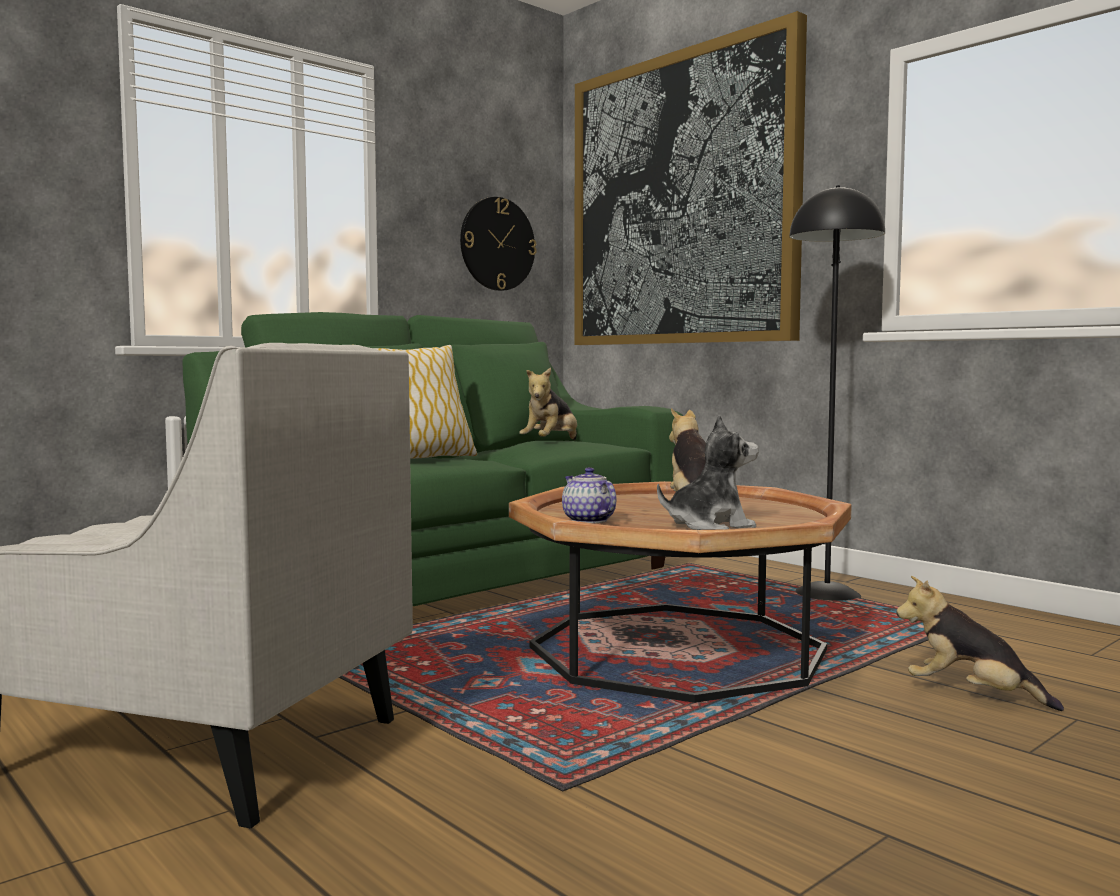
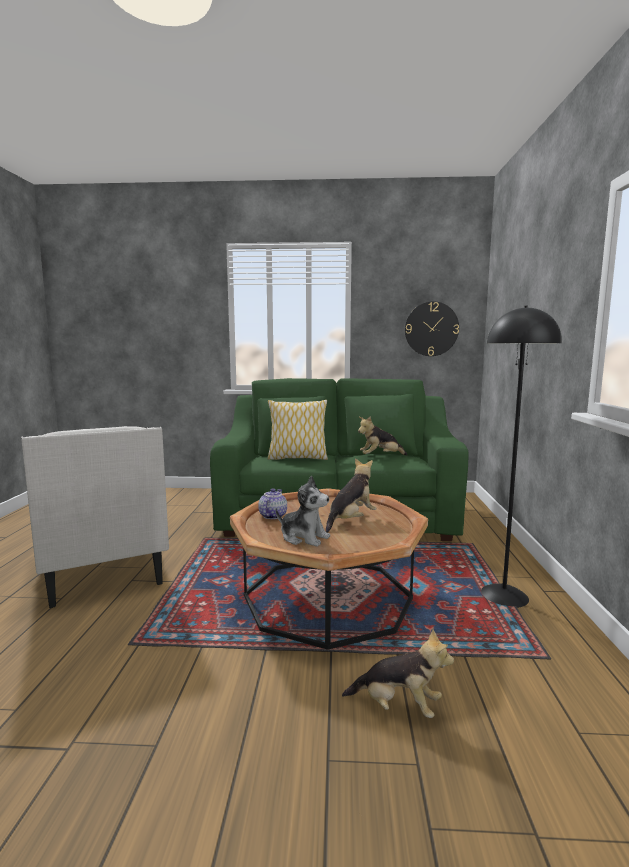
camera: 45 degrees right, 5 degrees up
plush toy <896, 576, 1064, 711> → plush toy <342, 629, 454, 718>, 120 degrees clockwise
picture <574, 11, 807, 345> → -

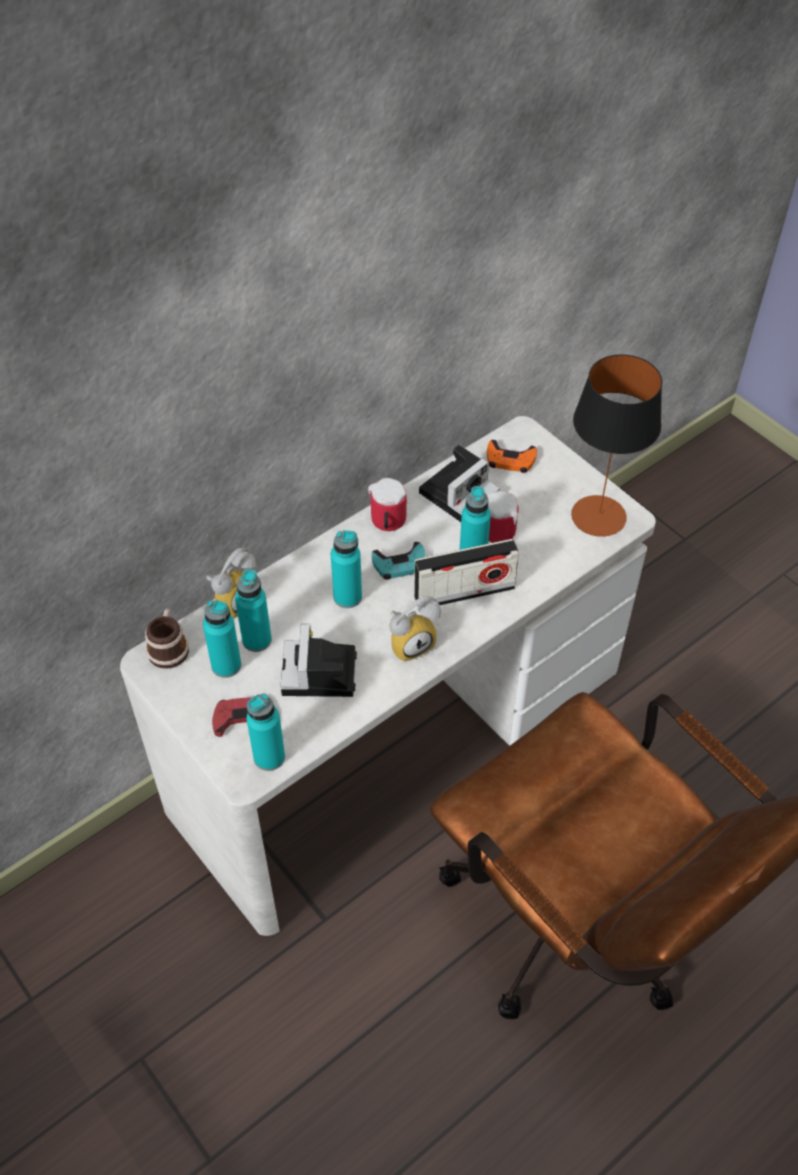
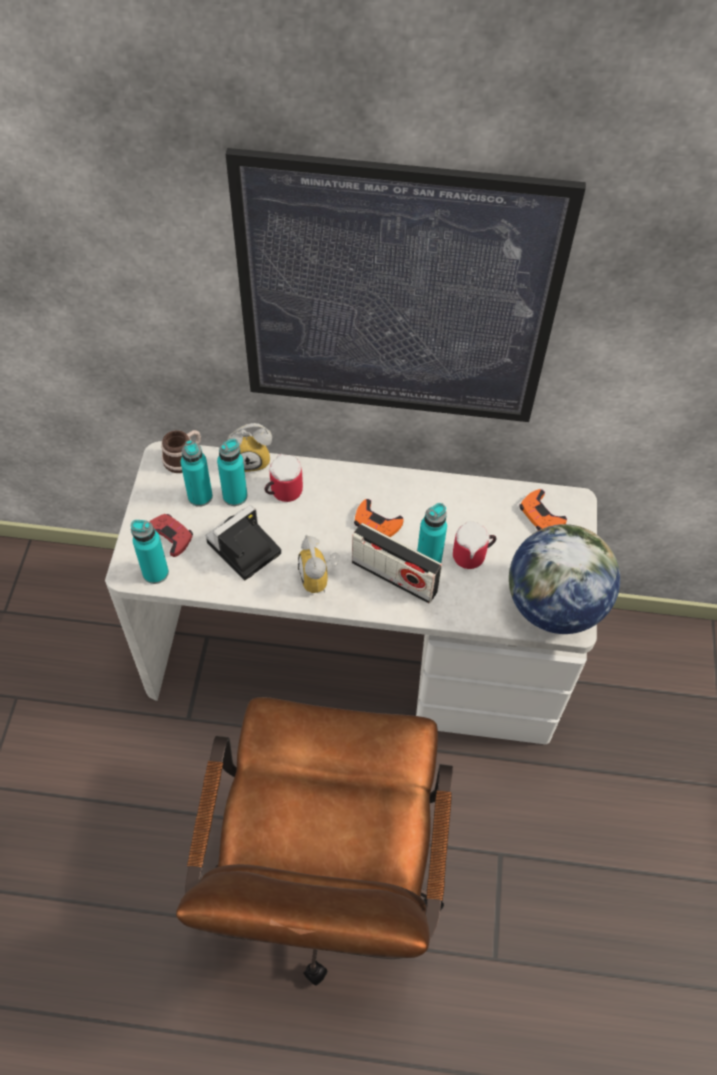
camera: 45 degrees right, 5 degrees up
- → picture <226, 148, 586, 422>
mug <368, 478, 407, 531> → mug <265, 454, 303, 502>, moved
alarm clock <390, 596, 441, 662> → alarm clock <298, 535, 340, 593>, 60 degrees clockwise
game controller (turquoise) <372, 542, 425, 580> → game controller (orange) <354, 499, 404, 537>
table lamp <571, 354, 662, 537> → globe <509, 524, 620, 634>
bottle (turquoise) <331, 530, 362, 608> → -
photo camera <419, 445, 500, 522> → -

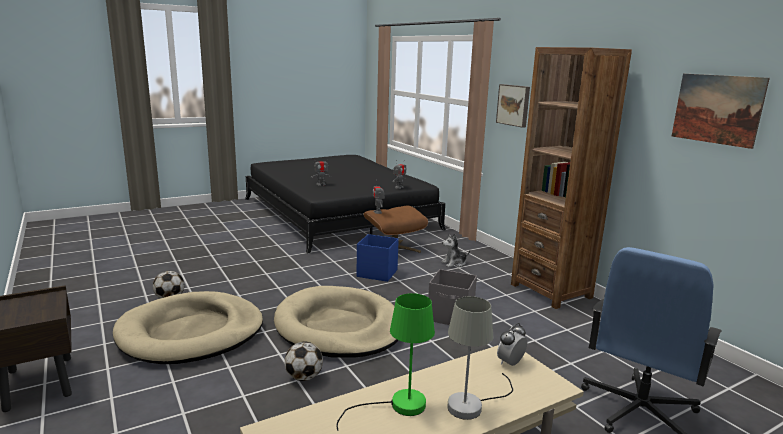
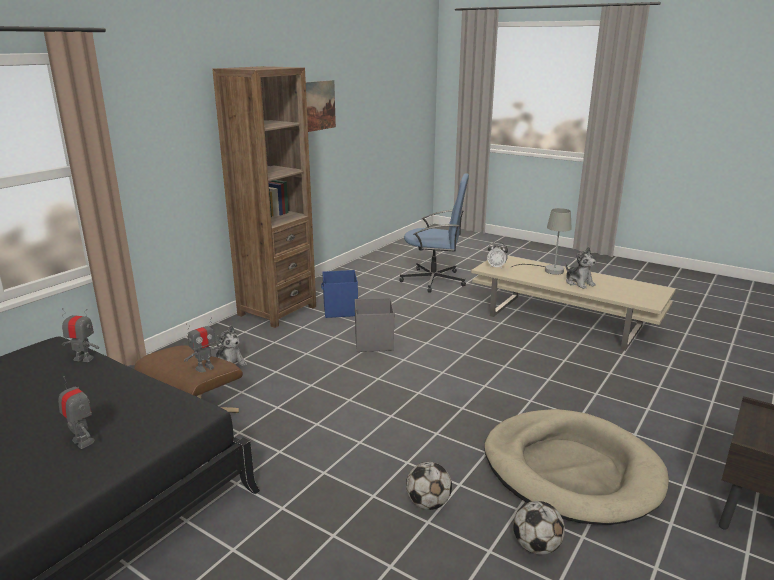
camera: 115 degrees left, 5 degrees up
storage box (blue) <357, 234, 399, 282> → storage box (blue) <321, 270, 358, 318>, moved
football <285, 342, 323, 381> → football <406, 462, 452, 510>, moved
table lamp (green) <337, 293, 435, 431> → plush toy <566, 247, 596, 289>
dog bed (beige) <274, 286, 398, 358> → -
picture <496, 84, 530, 128> → -

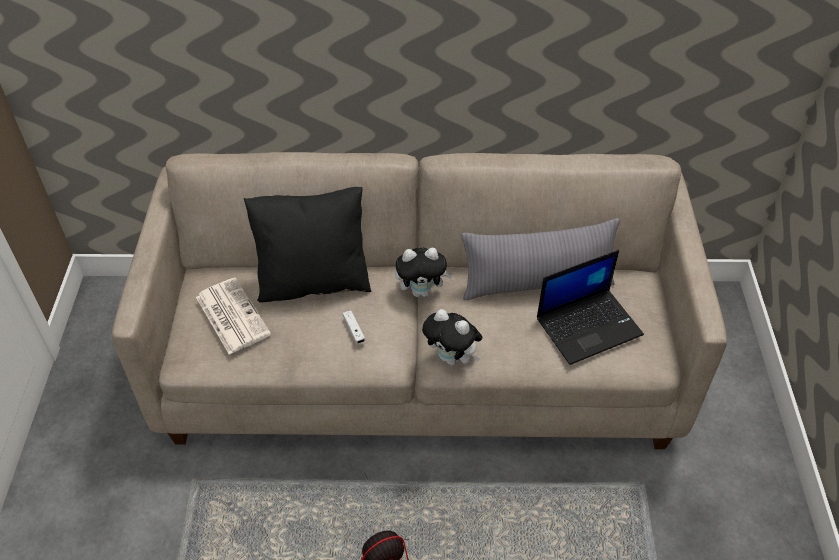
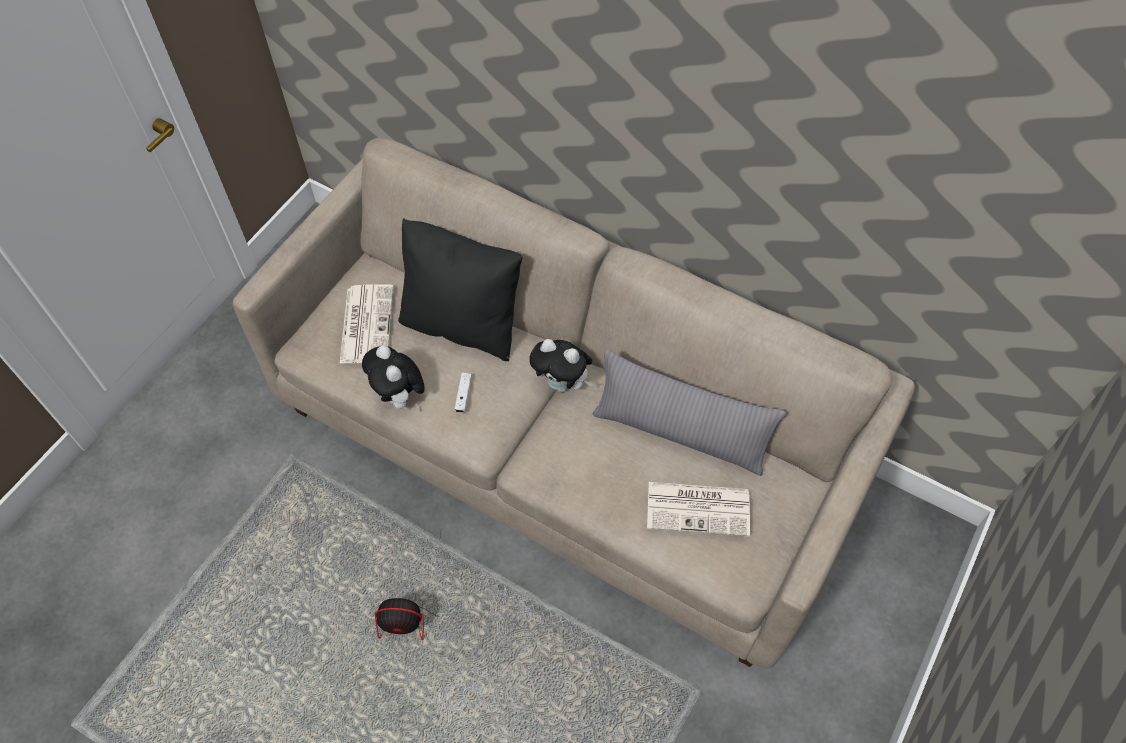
camera: 30 degrees right, 10 degrees up
plush toy <422, 309, 482, 366> → plush toy <362, 345, 425, 412>, moved
laptop <537, 250, 644, 365> → newspaper <647, 482, 750, 537>

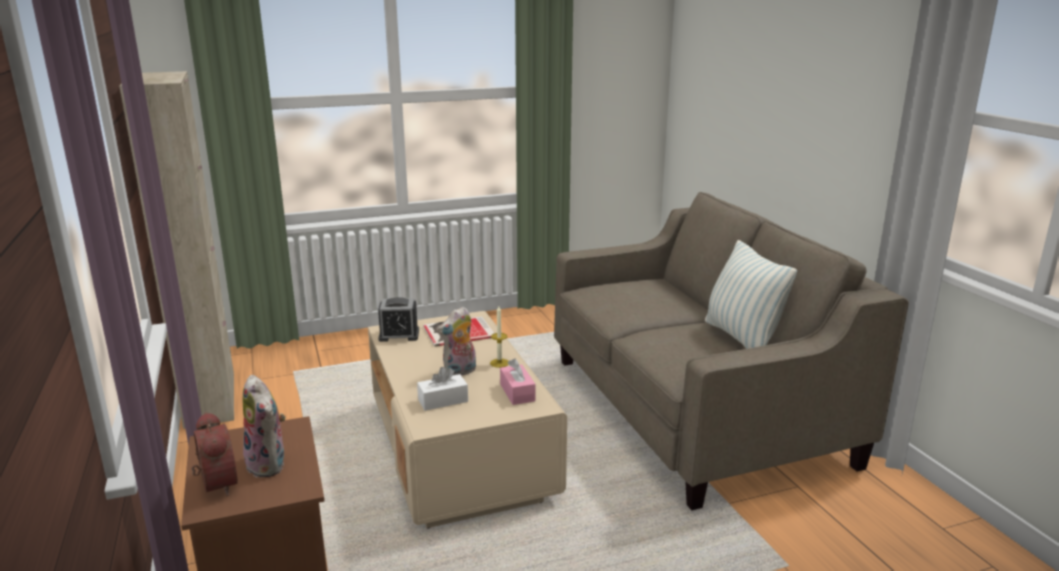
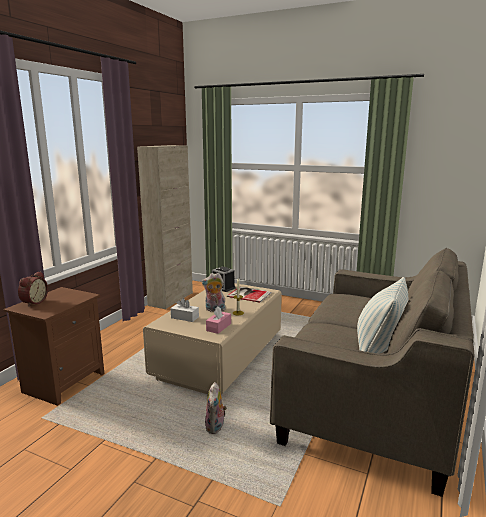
camera: 45 degrees right, 5 degrees down
plush toy <243, 375, 285, 478> → plush toy <205, 382, 227, 434>, moved

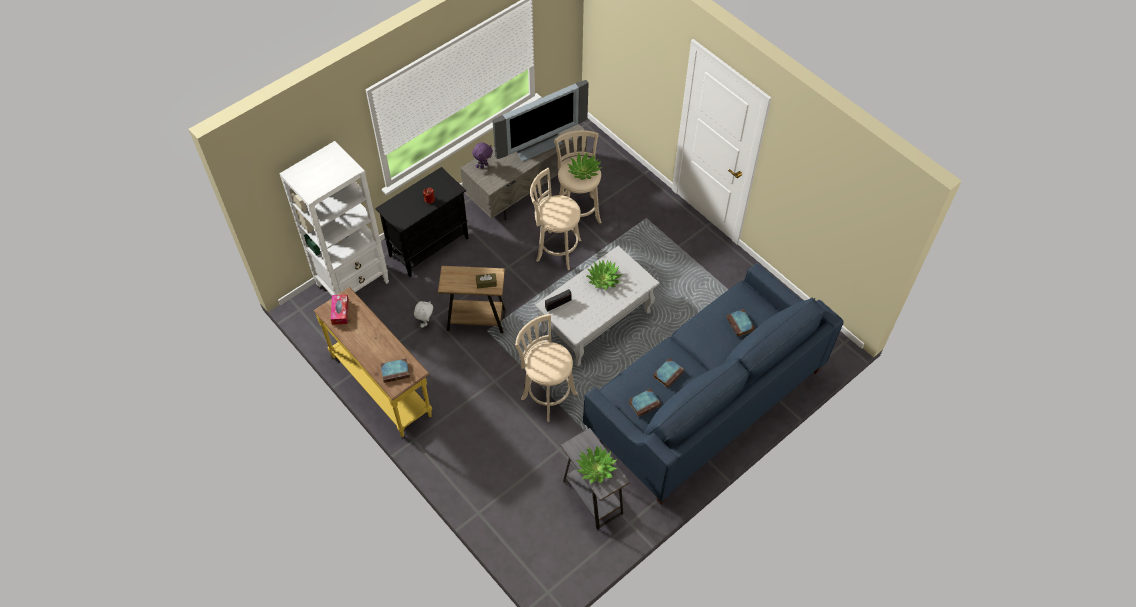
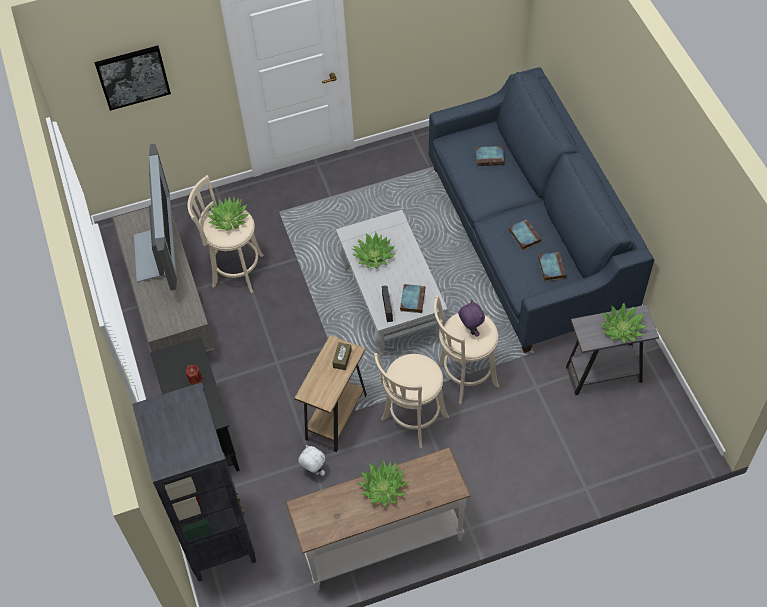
camera: 65 degrees left, 0 degrees up
- → picture <94, 46, 171, 111>
bookcase (white) <279, 141, 389, 295> → bookcase (black) <132, 382, 256, 582>
console table (yellow) <313, 287, 432, 437> → console table (white) <285, 447, 471, 591>
- → potted plant <358, 460, 409, 506>
stool (beige) <530, 168, 582, 270> → stool (beige) <374, 353, 449, 448>, moved
book <380, 358, 410, 383> → book <400, 284, 425, 313>, moved
plush toy (purple) <472, 142, 493, 169> → plush toy (purple) <458, 300, 485, 337>, moved
tissue box <331, 294, 349, 325> → -

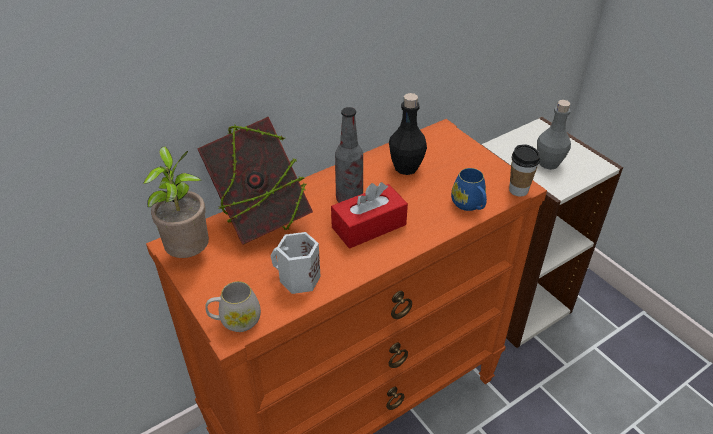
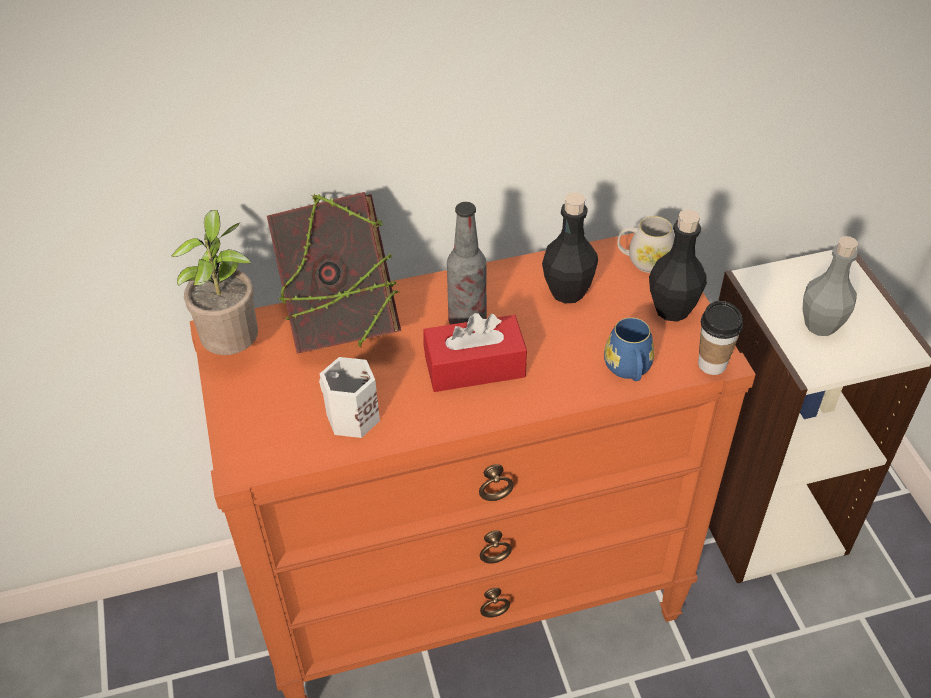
camera: 20 degrees right, 5 degrees up
mug (white) <205, 281, 261, 332> → mug (white) <617, 216, 674, 273>, moved
- → bottle (black) <649, 209, 707, 322>

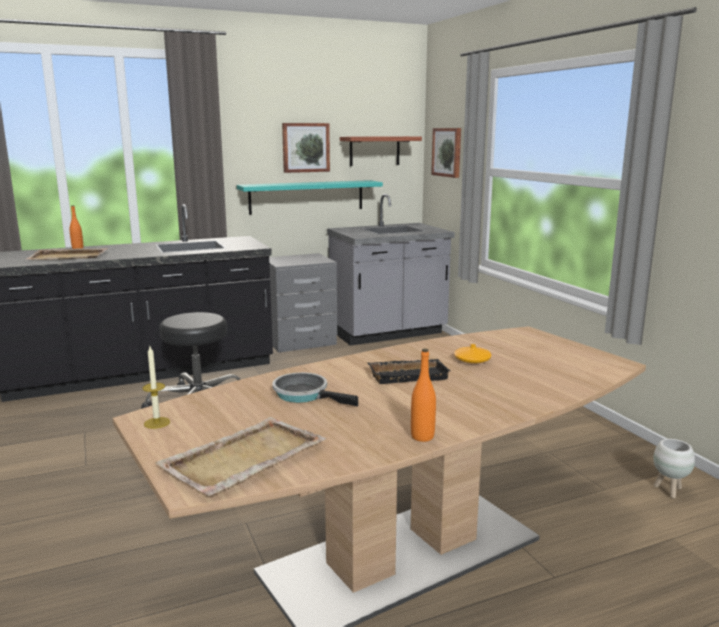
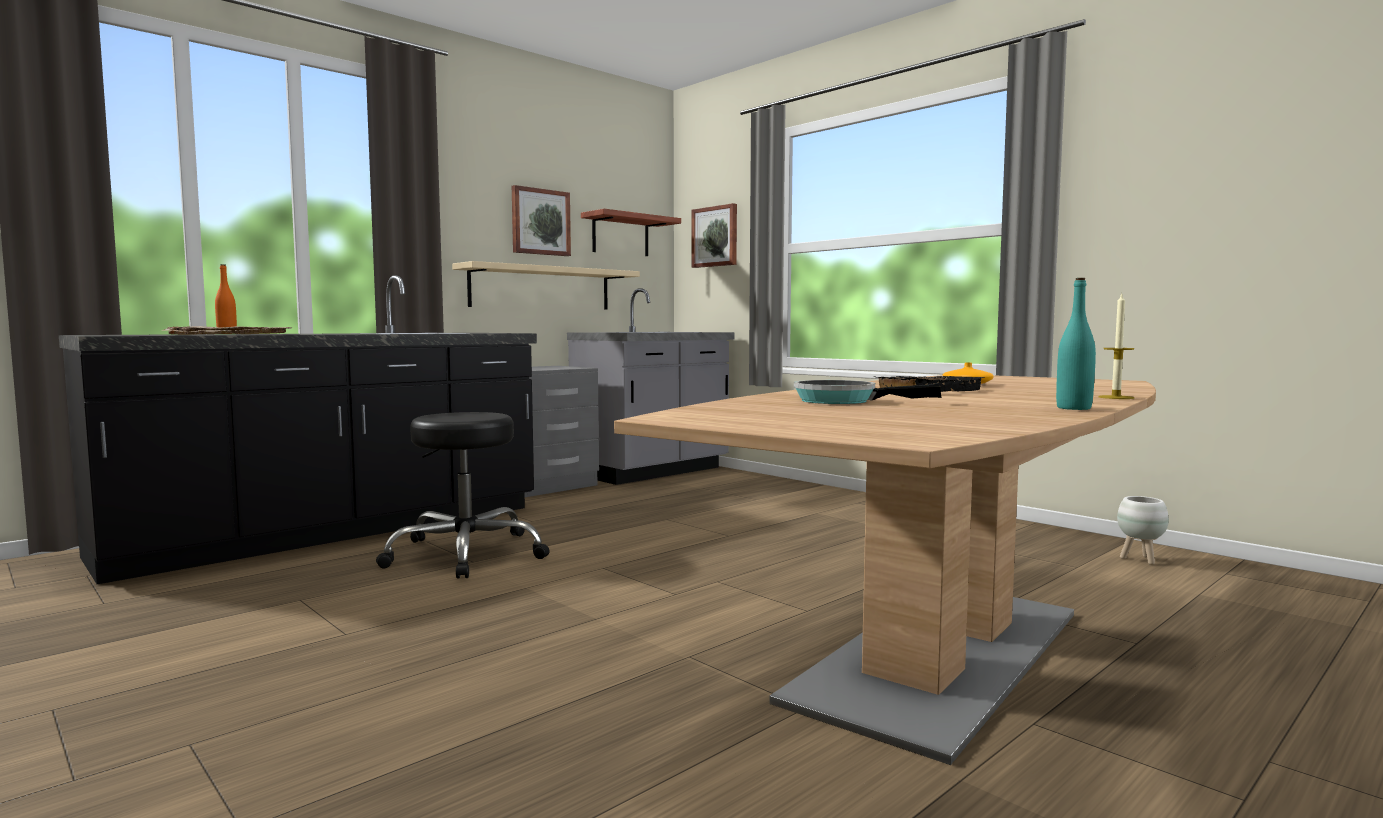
camera: 20 degrees left, 10 degrees down
shelf (turquoise) <237, 180, 383, 215> → shelf (beige) <452, 261, 640, 309>
bottle (orange) <411, 349, 436, 442> → bottle (turquoise) <1056, 278, 1096, 410>
candle <142, 346, 170, 429> → candle <1098, 294, 1134, 399>, moved
tray (beige) <155, 417, 327, 496> → -

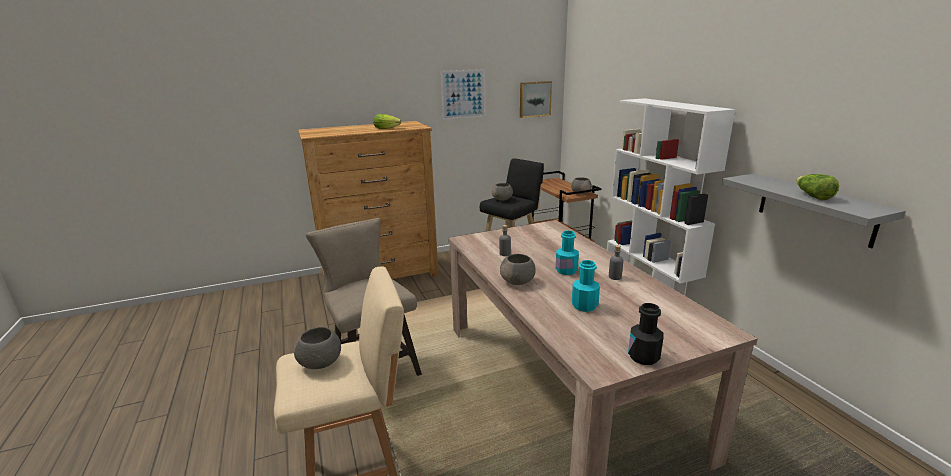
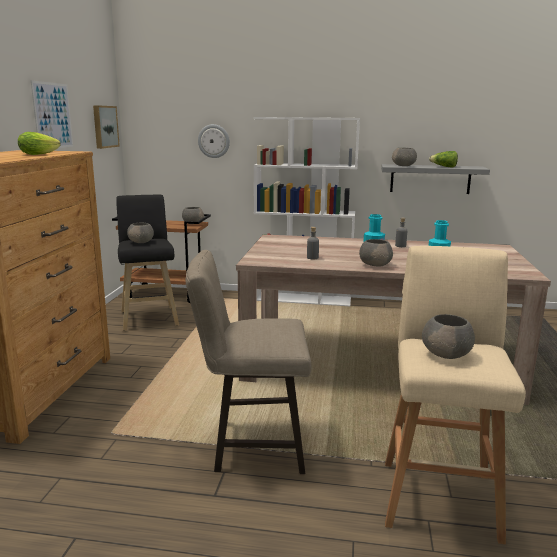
camera: 60 degrees left, 5 degrees down
- → wall clock <198, 124, 230, 158>
- → bowl (grey) <392, 148, 417, 166>
bottle (black) <628, 303, 664, 365> → -

